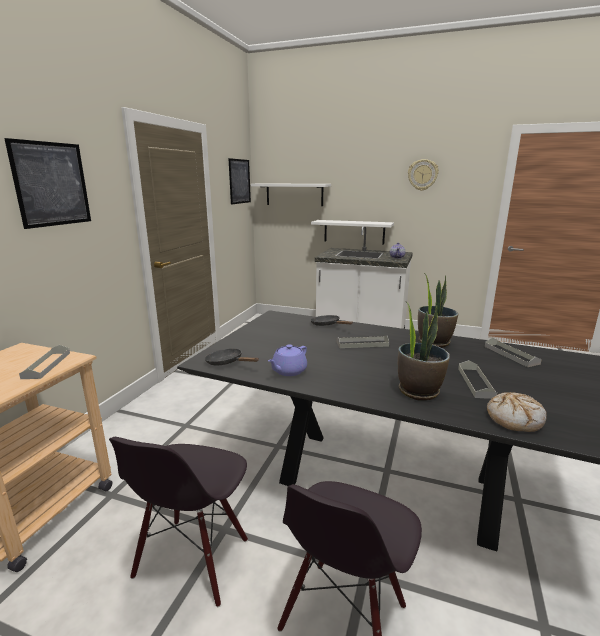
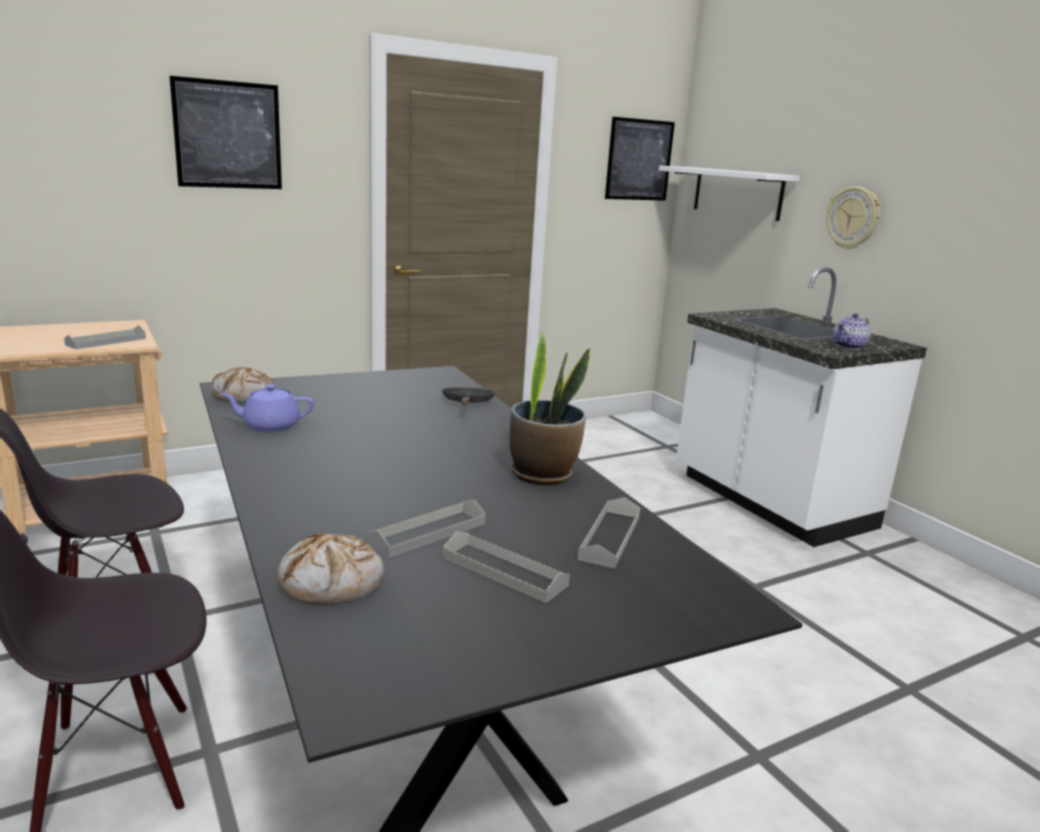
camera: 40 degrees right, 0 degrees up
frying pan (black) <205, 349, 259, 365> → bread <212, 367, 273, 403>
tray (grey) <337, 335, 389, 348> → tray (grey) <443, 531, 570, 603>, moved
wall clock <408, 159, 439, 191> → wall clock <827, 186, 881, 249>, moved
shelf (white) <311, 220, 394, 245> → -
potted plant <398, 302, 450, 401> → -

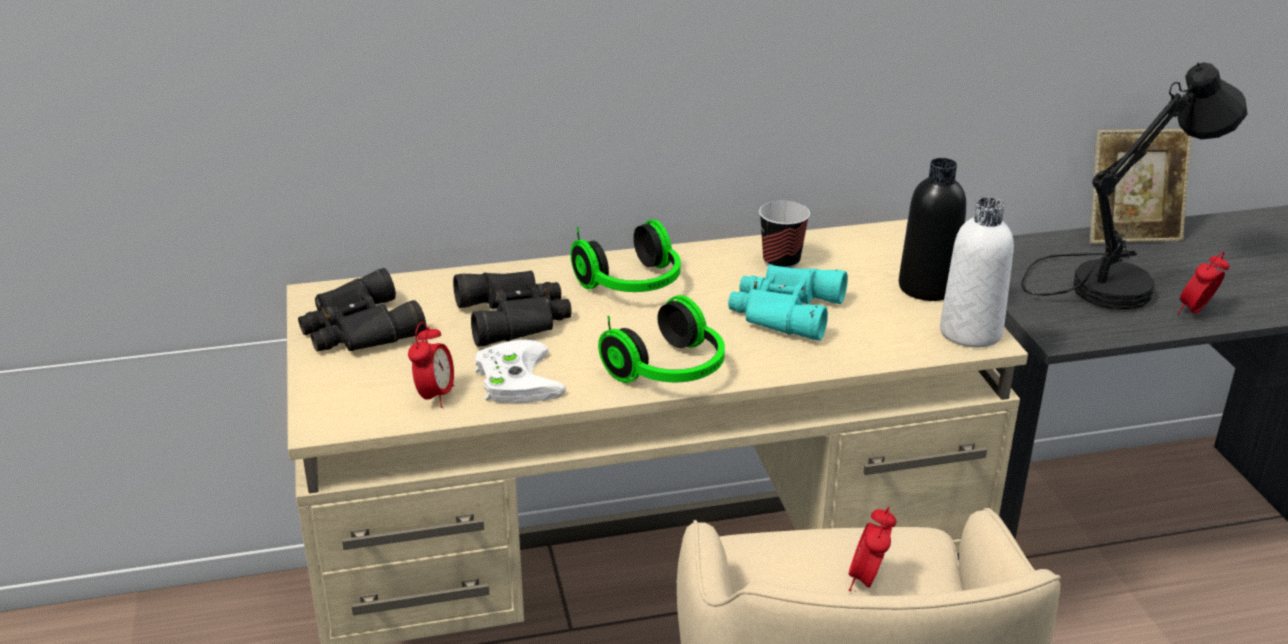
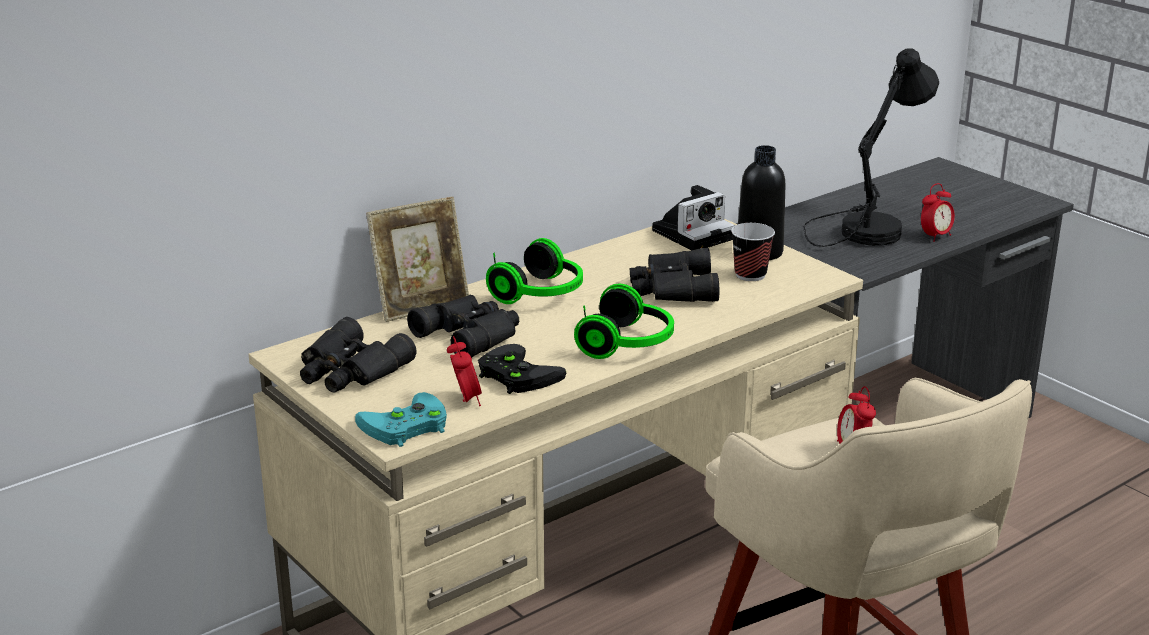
camera: 25 degrees left, 5 degrees down
- → game controller (turquoise) <355, 392, 447, 447>
picture frame <1090, 129, 1192, 244> → picture frame <366, 197, 469, 322>, moved
game controller (white) <475, 340, 566, 403> → game controller (black) <478, 344, 567, 394>
binoculars (turquoise) <728, 265, 848, 340> → binoculars (black) <629, 248, 719, 302>
- → photo camera <652, 185, 735, 250>
cup <759, 201, 810, 268> → cup <731, 223, 775, 281>, moved
alarm clock <1177, 252, 1229, 314> → alarm clock <921, 183, 955, 242>, 150 degrees counterclockwise
bottle (white) <940, 197, 1014, 348> → -

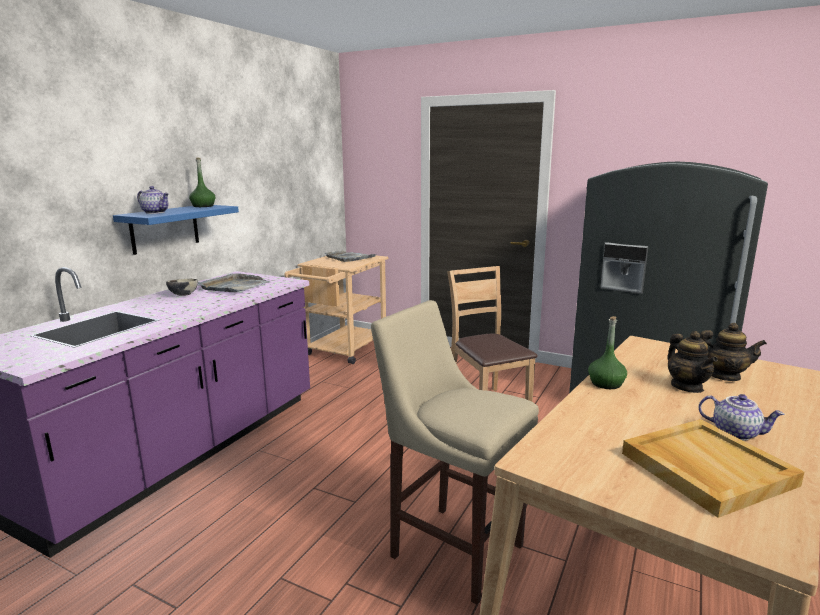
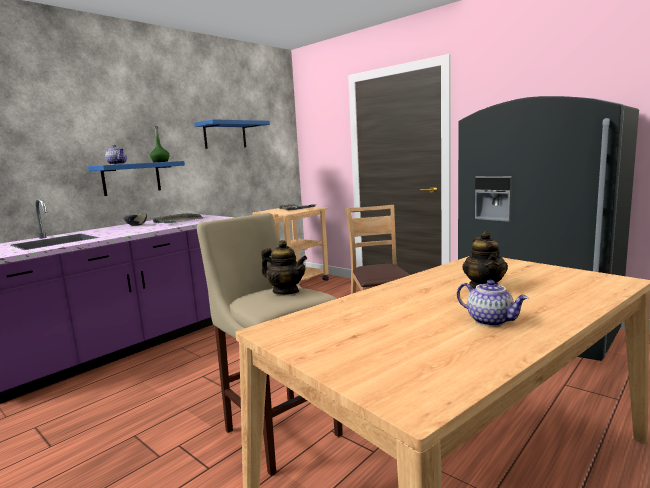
camera: 15 degrees right, 5 degrees down
- → shelf (blue) <194, 119, 270, 149>
teapot <700, 323, 767, 381> → teapot <262, 240, 307, 295>, moved
bottle (green) <588, 316, 627, 389> → -
tray (beige) <622, 419, 805, 518> → -

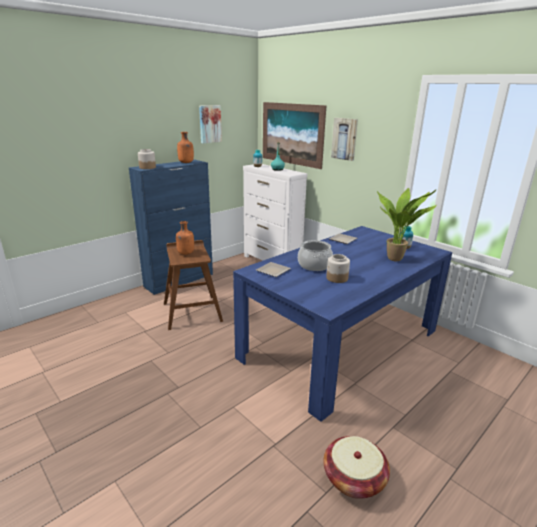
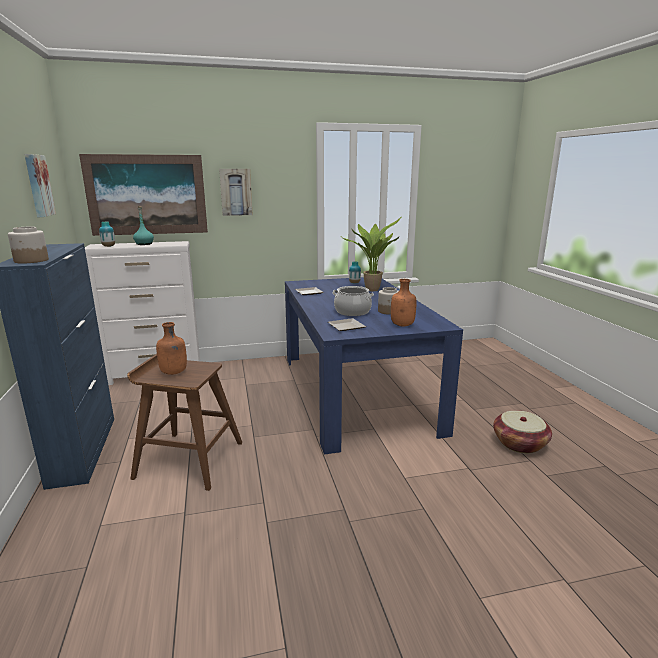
camera: 60 degrees left, 5 degrees down
bottle (orange) <177, 132, 194, 163> → bottle (orange) <391, 279, 416, 327>, moved

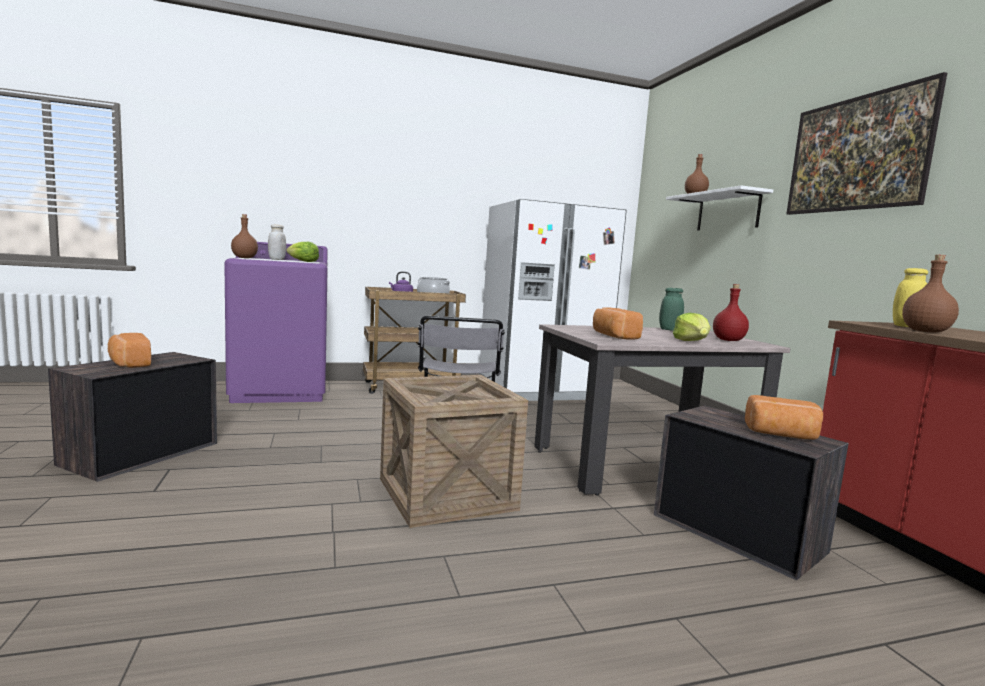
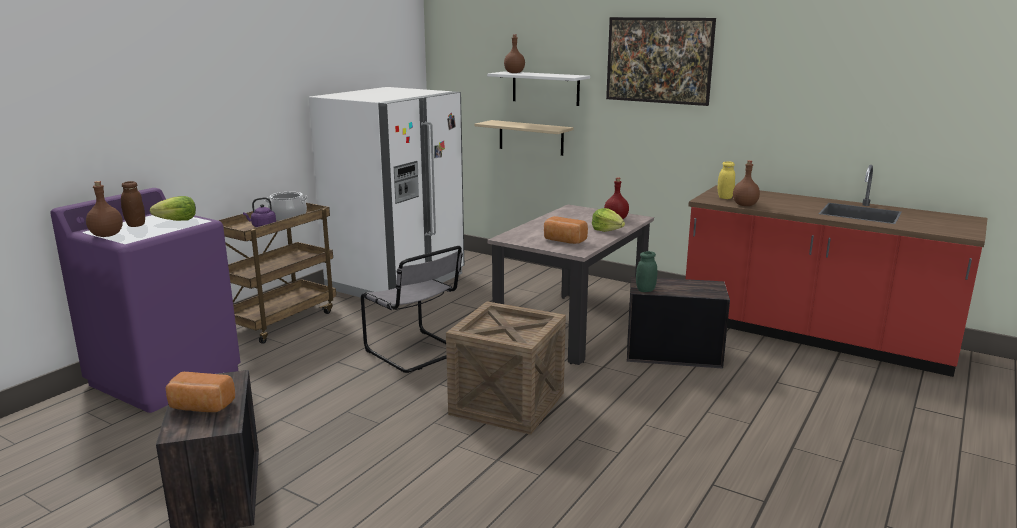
camera: 40 degrees left, 10 degrees up
jar (white) <268, 224, 286, 260> → jar (brown) <121, 181, 145, 227>
- → shelf (beige) <474, 120, 574, 156>
jar (green) <659, 288, 684, 331> → jar (green) <636, 251, 657, 292>, moved
bread <745, 395, 823, 440> → -

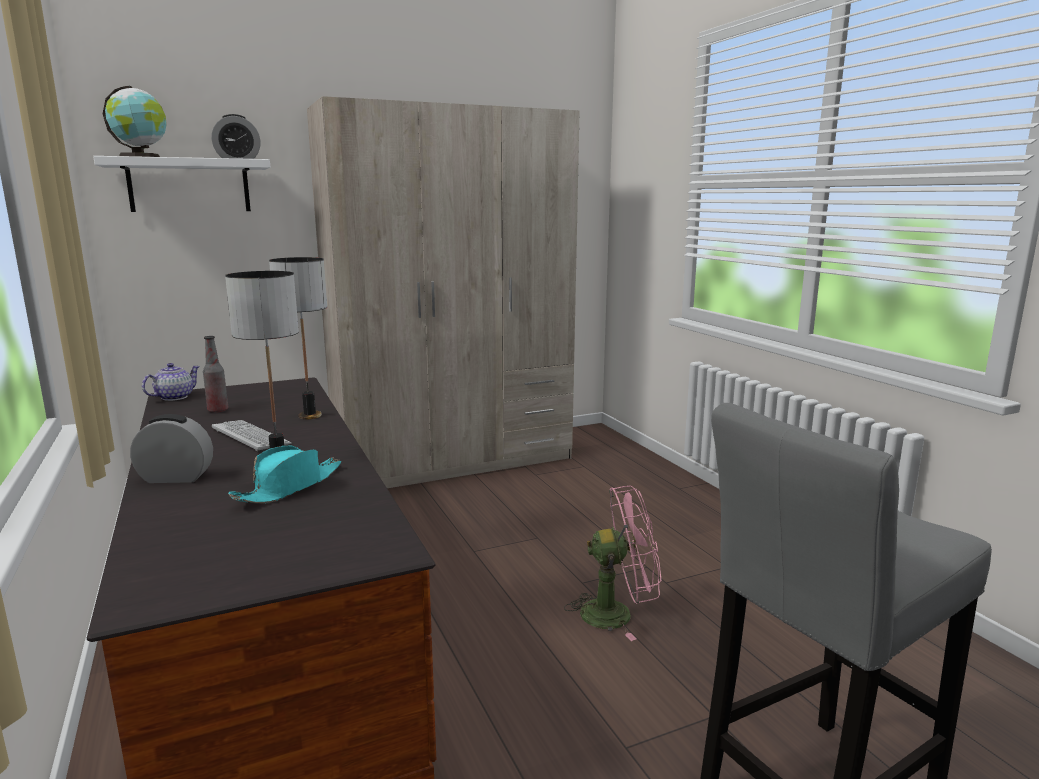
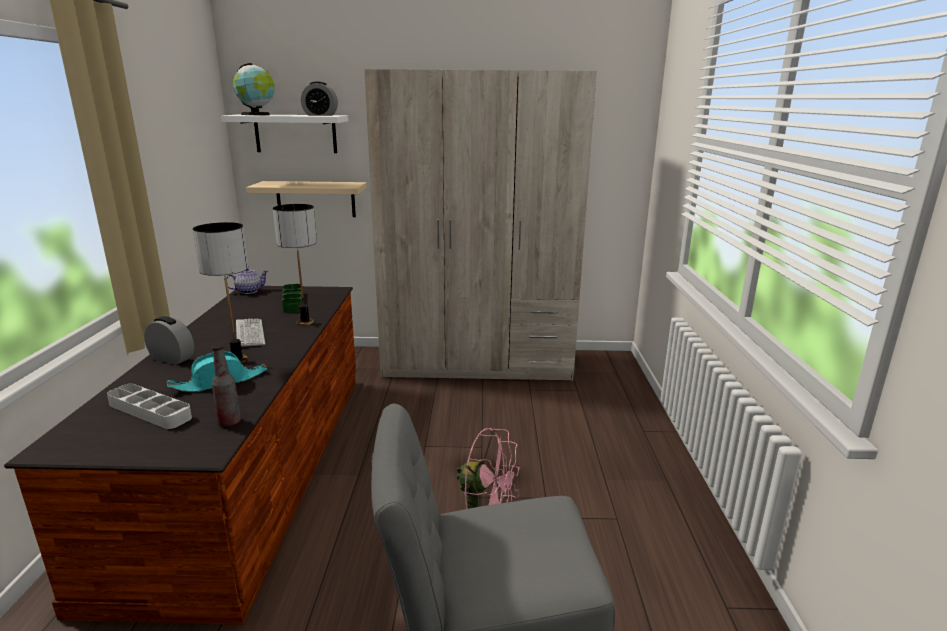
camera: 25 degrees right, 5 degrees up
- → tray (grey) <107, 384, 192, 429>
bottle <203, 336, 228, 413> → bottle <211, 344, 241, 427>, moved
- → shelf (beige) <246, 181, 367, 217>
- → tray (green) <282, 284, 302, 313>

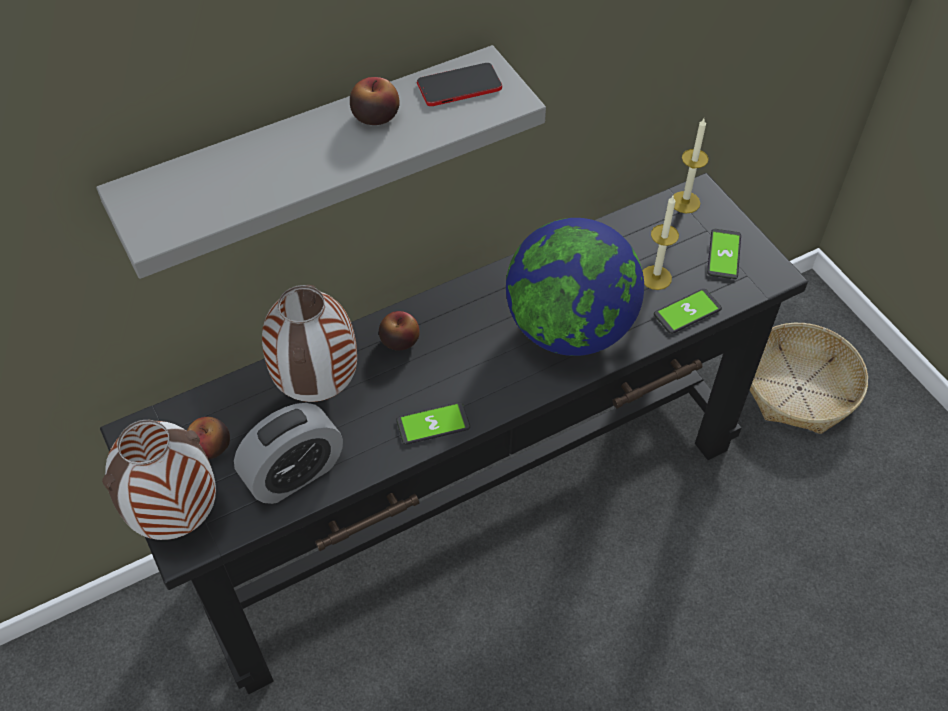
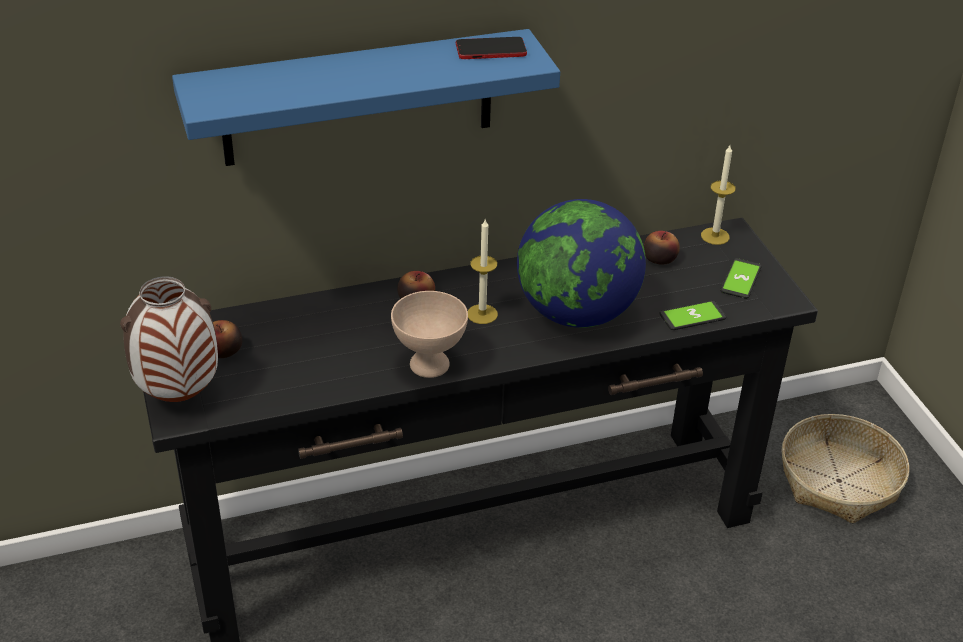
camera: 10 degrees right, 15 degrees down
shelf (grey) <96, 45, 546, 279> → shelf (blue) <172, 29, 560, 166>
phone <396, 402, 470, 445> → bowl (beige) <391, 291, 468, 378>
candle <643, 196, 679, 290> → candle <468, 220, 498, 324>, moved
apple <350, 77, 400, 125> → apple <644, 231, 680, 265>, moved
alarm clock <234, 403, 343, 504> → -
vase <262, 285, 357, 402> → -

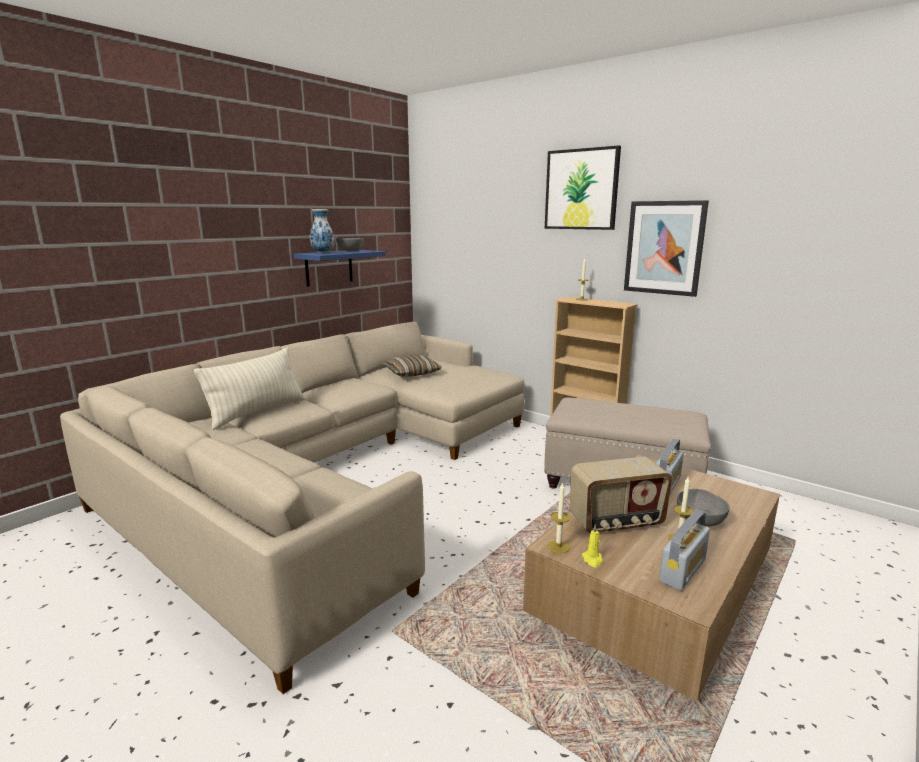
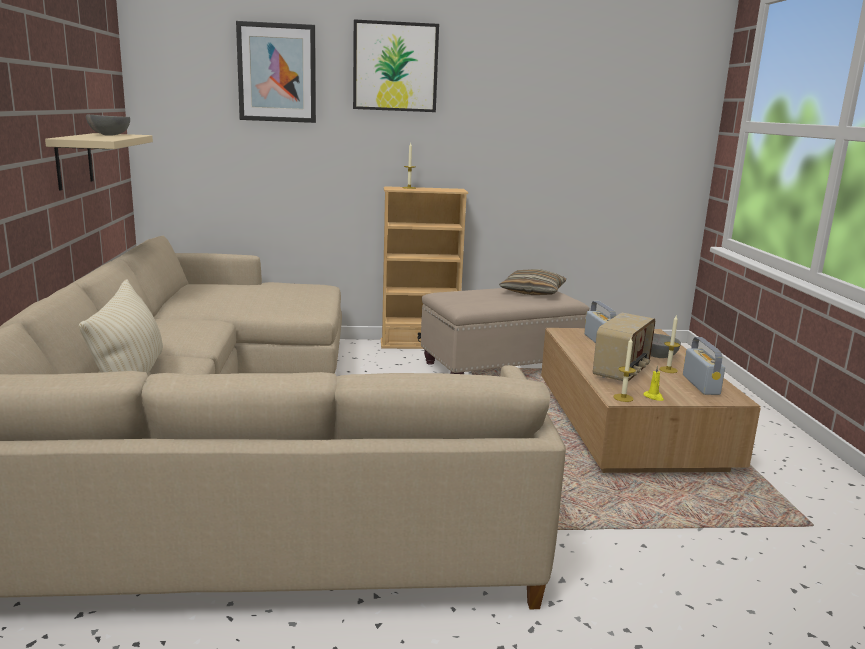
camera: 45 degrees left, 0 degrees up
shelf (blue) <294, 250, 385, 287> → shelf (beige) <45, 133, 153, 191>
picture <624, 200, 709, 297> → picture <236, 21, 316, 123>, moved
pillow <382, 355, 442, 377> → pillow <499, 269, 566, 295>, moved
vase <310, 209, 335, 253> → -

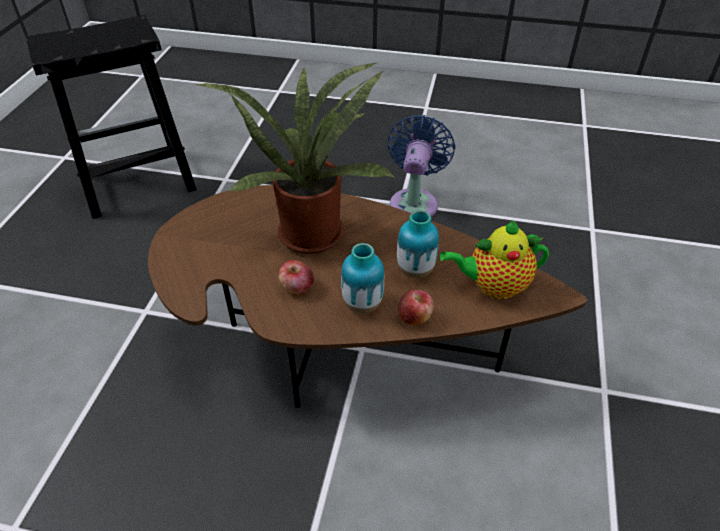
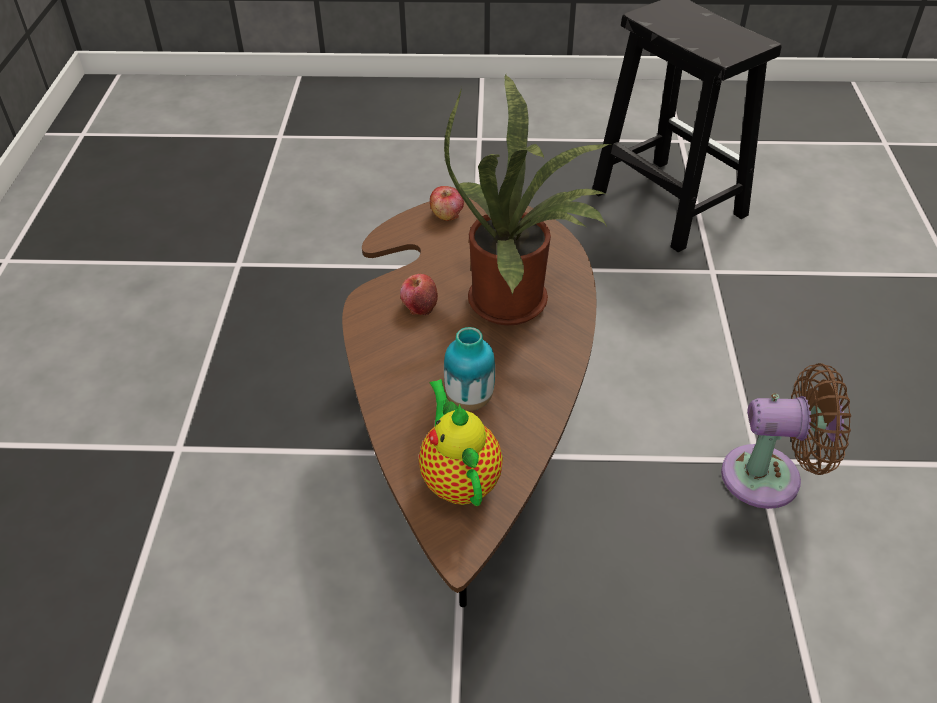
camera: 80 degrees right, 0 degrees up
apple <398, 290, 434, 325> → apple <430, 186, 464, 221>, moved
fan (blue) <387, 115, 455, 217> → fan (brown) <721, 363, 851, 509>
vase <341, 243, 384, 314> → -

